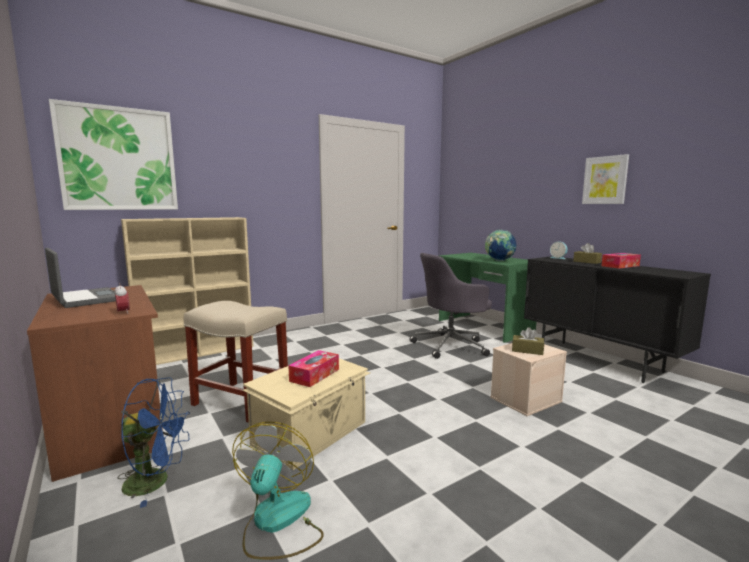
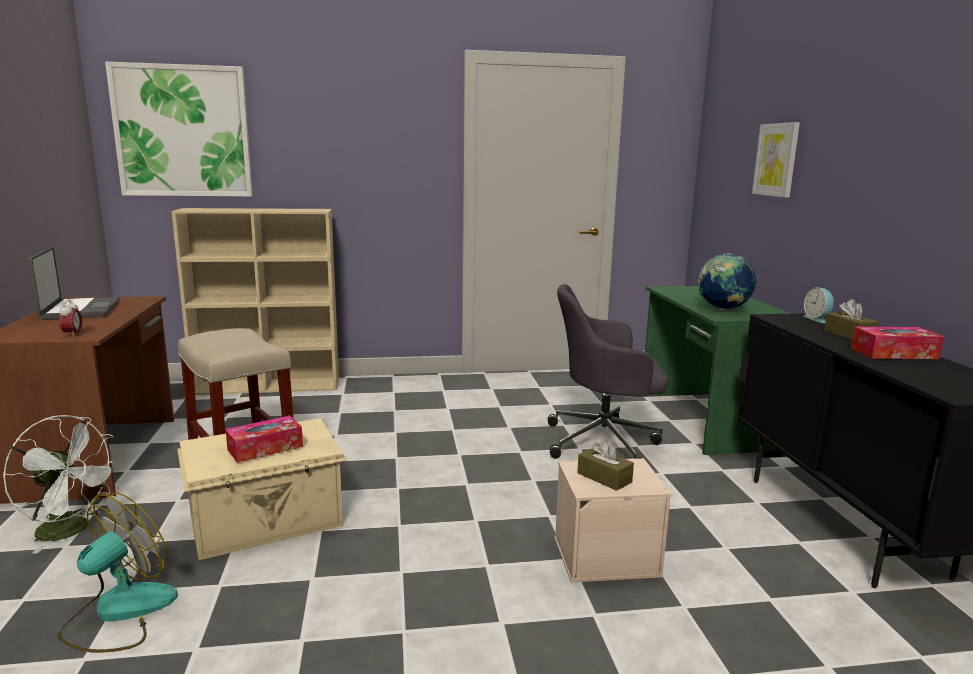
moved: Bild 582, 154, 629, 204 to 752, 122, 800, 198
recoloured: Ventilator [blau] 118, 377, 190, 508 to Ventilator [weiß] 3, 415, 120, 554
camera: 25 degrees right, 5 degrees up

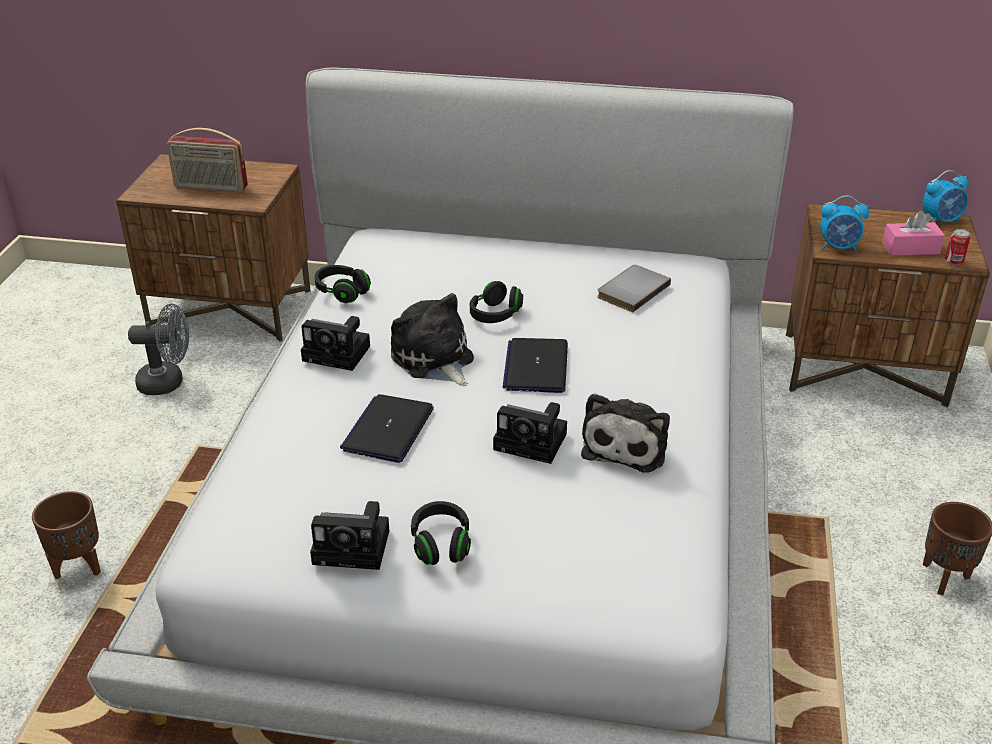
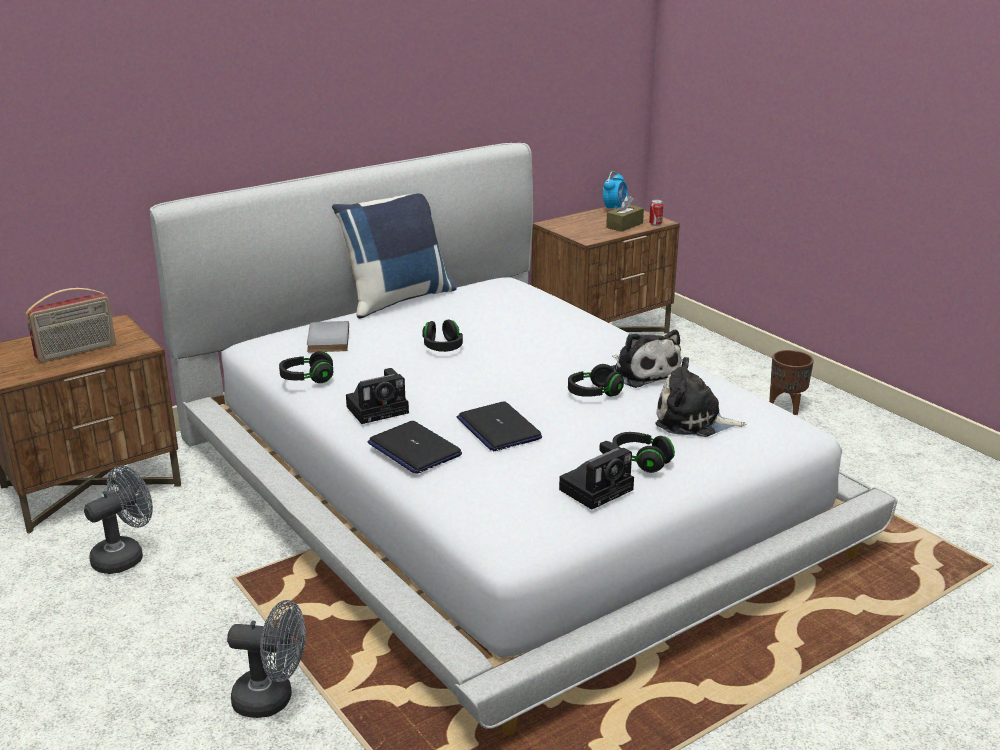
removed: Wecker 820, 195, 869, 252
added: Kissen [blau] 332, 194, 457, 319
moved: Buch [grau] 597, 265, 671, 312 to 307, 321, 349, 352; Plüschtier 391, 293, 474, 386 to 655, 357, 746, 437; Laptop 503, 338, 568, 393 to 368, 421, 462, 474
replaced: Kamera 493, 402, 567, 464 to Kopfhörer [schwarz] 568, 364, 624, 397; Pflanzkübel [braun] 32, 491, 101, 579 to Ventilator [grau] 227, 600, 306, 718
recoloured: Taschentuchbox [rosa] 882, 211, 945, 256 to Taschentuchbox [braun] 606, 195, 644, 232
camera: 45 degrees left, 10 degrees down

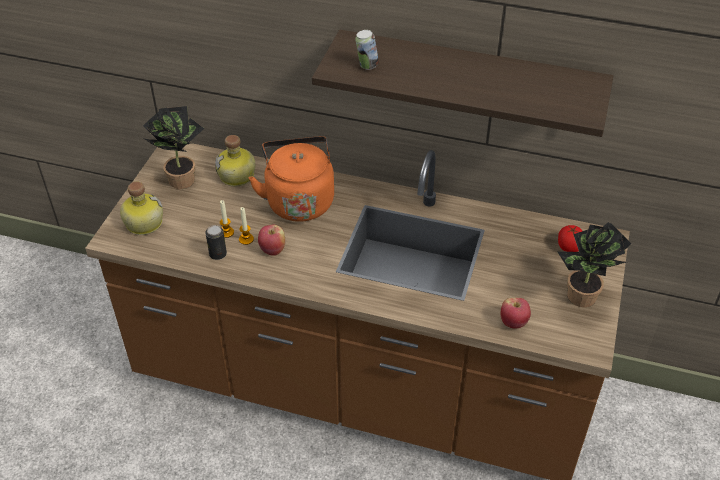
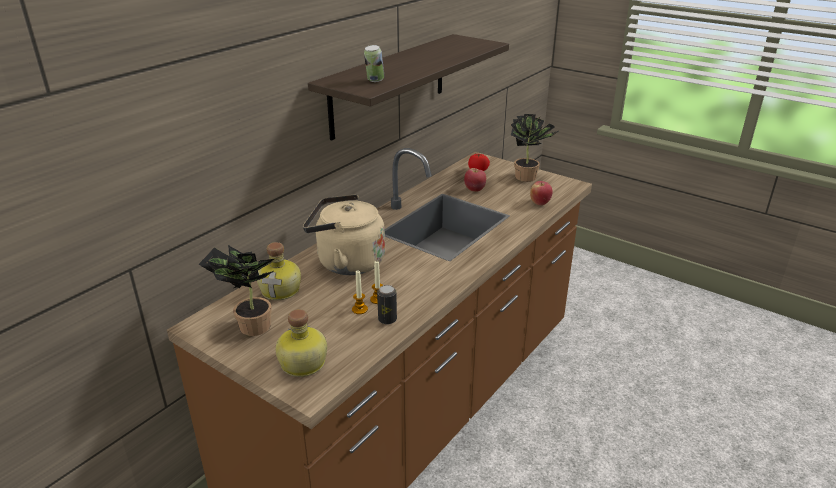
moved: Apfel 258, 224, 285, 256 to 464, 168, 486, 192
recoloured: Wasserkessel [orange] 248, 136, 334, 222 to Wasserkessel [beige] 303, 194, 385, 275
camera: 70 degrees left, 15 degrees down

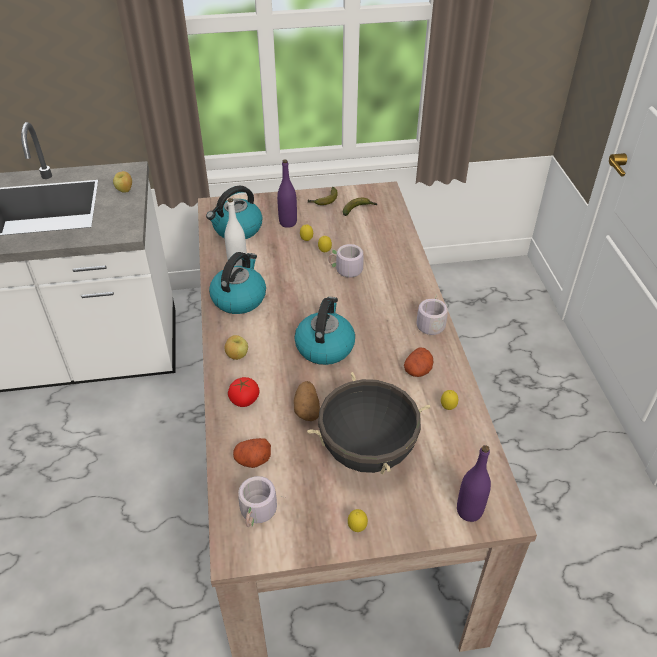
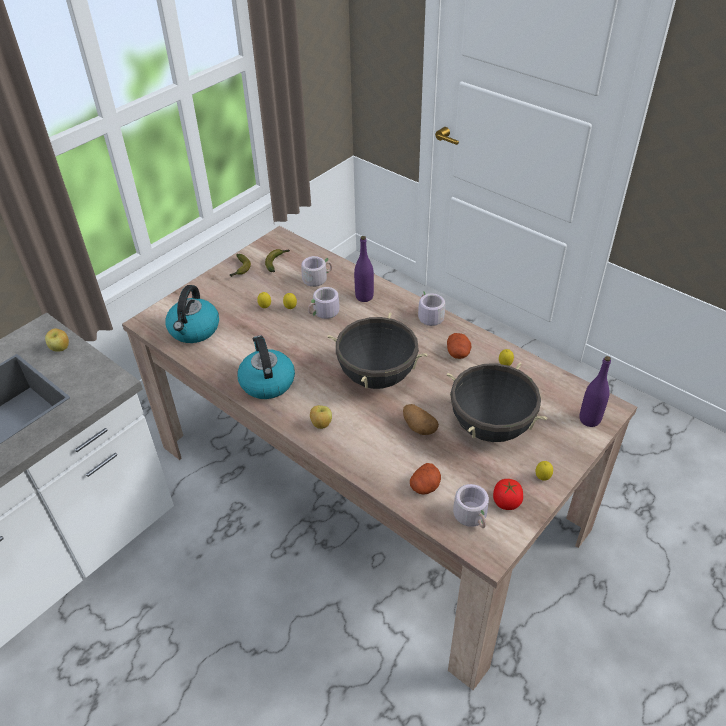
removed: Flasche [weiß] 225, 198, 247, 266
added: Henkelbecher [grau] 298, 256, 332, 287
moved: Flasche [lila] 277, 159, 297, 228 to 354, 236, 374, 302; Tomate 228, 377, 259, 407 to 493, 479, 523, 510
replaced: Wasserkessel 294, 297, 355, 365 to Kochtopf [schwarz] 327, 312, 428, 389
camera: 40 degrees left, 0 degrees up

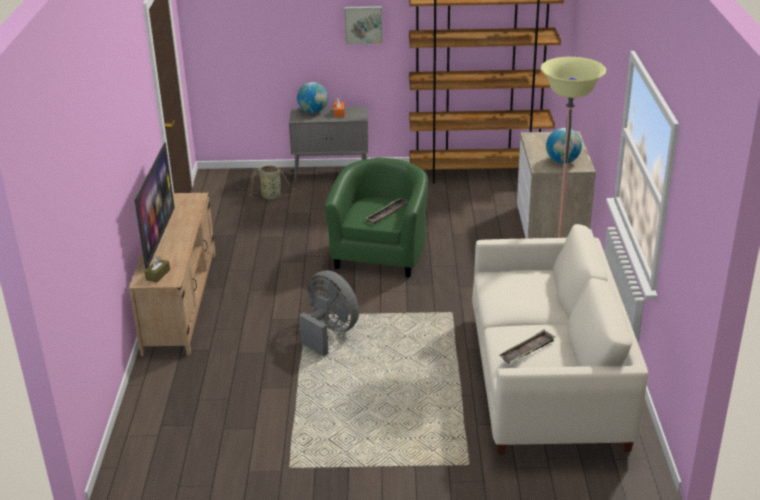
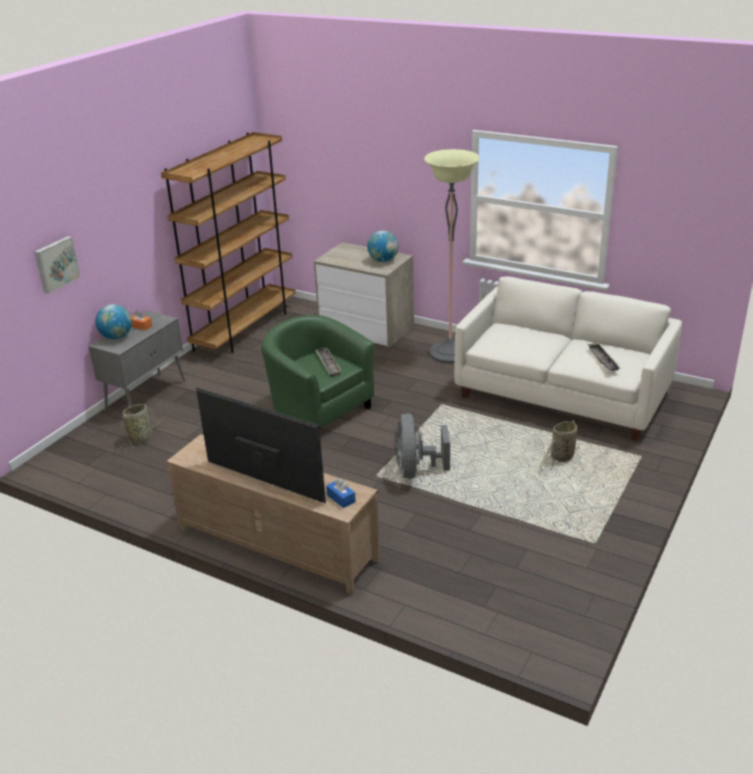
added: Korb 539, 420, 579, 472
moved: Bild 344, 6, 383, 45 to 35, 236, 81, 294
recoloured: Taschentuchbox [braun] 144, 256, 170, 283 to Taschentuchbox [blau] 326, 478, 356, 508
turned: Ventilator [grau] 299, 270, 359, 356 = 394, 413, 450, 479 75 degrees counterclockwise
camera: 60 degrees left, 0 degrees up

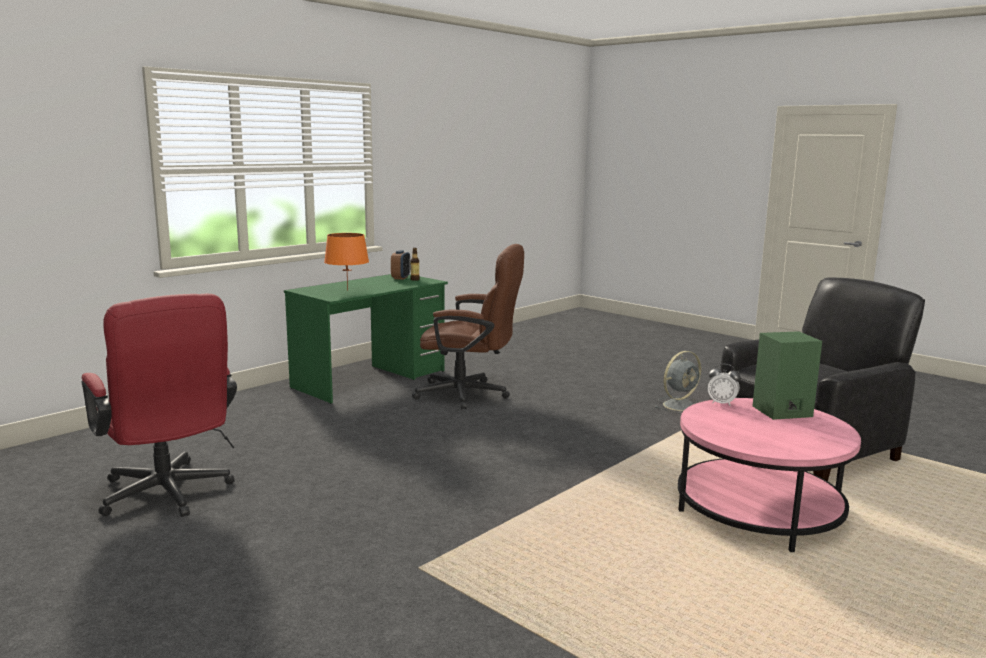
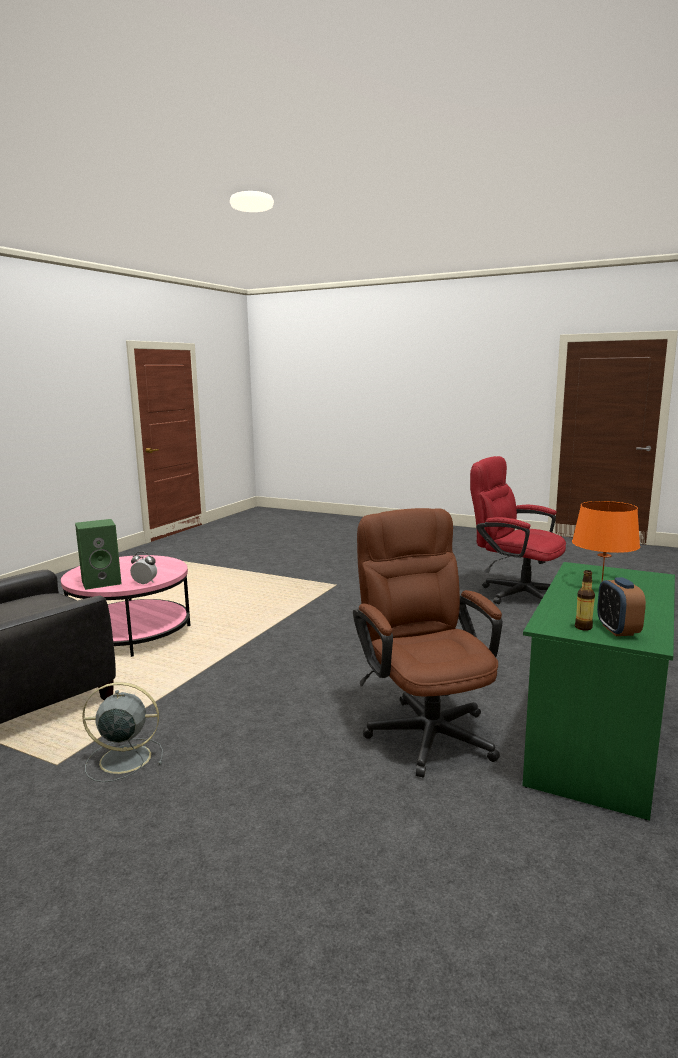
turned: Bürostuhl [braun] 412, 244, 524, 409 = 353, 508, 502, 778 75 degrees clockwise; Ventilator [grau] 654, 351, 701, 414 = 82, 682, 163, 782 45 degrees clockwise
camera: 165 degrees right, 0 degrees up

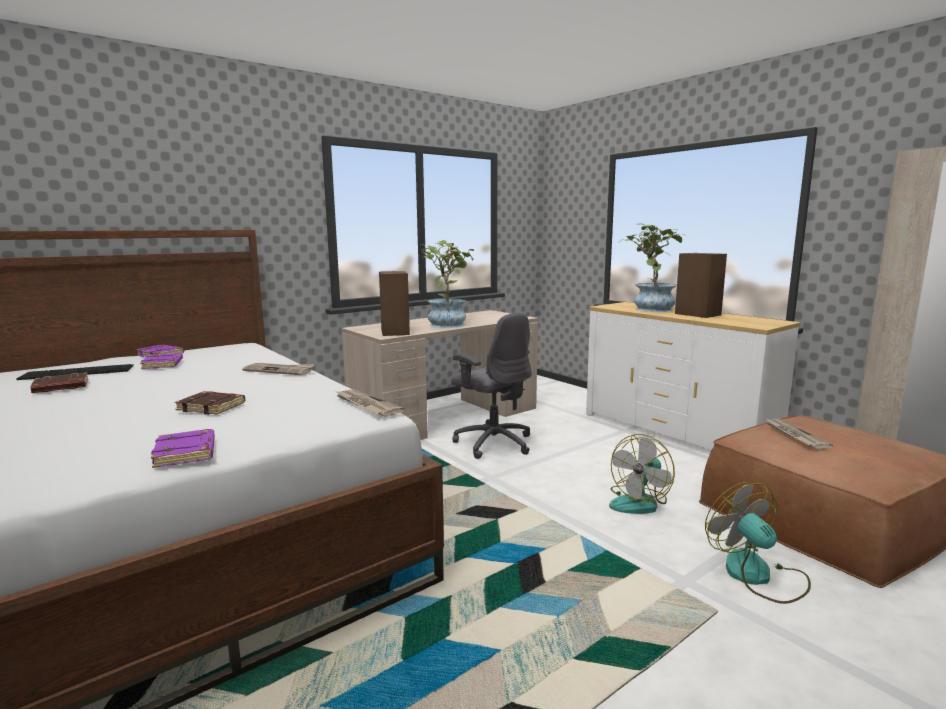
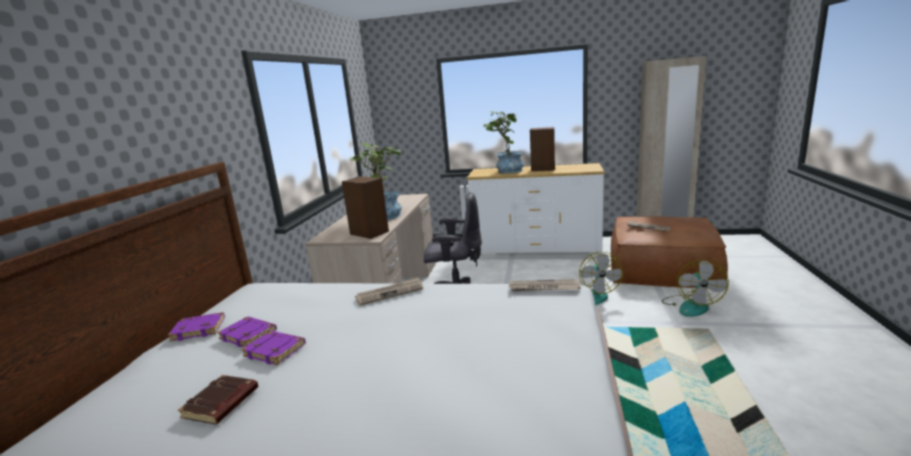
removed: Tastatur 16, 364, 134, 380; Buch [braun] 175, 391, 245, 415
moved: Buch [lila] 151, 429, 215, 468 to 241, 331, 306, 365
turned: Ventilator 705, 482, 811, 604 = 662, 259, 729, 317 105 degrees counterclockwise
camera: 40 degrees left, 5 degrees up

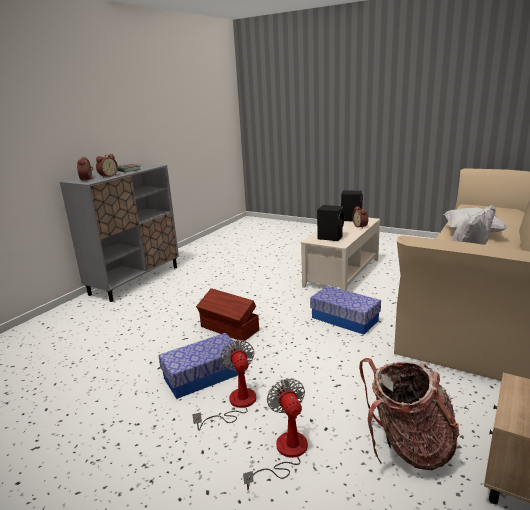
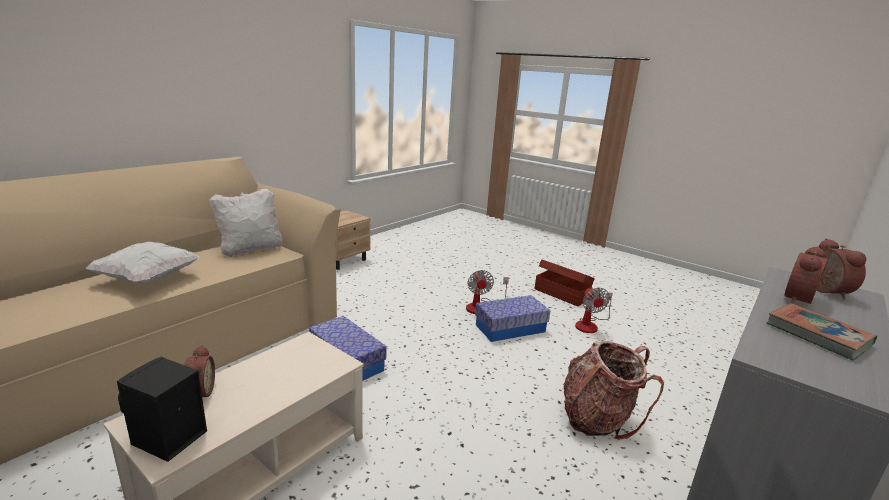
removed: Lautsprecher [schwarz] 317, 205, 344, 241
moved: Aufbewahrungsbox [braun] 196, 288, 259, 341 to 535, 259, 595, 306; Rucksack 359, 358, 460, 470 to 564, 341, 664, 440; Ventilator 243, 378, 308, 490 to 575, 287, 613, 333
camera: 175 degrees left, 0 degrees up

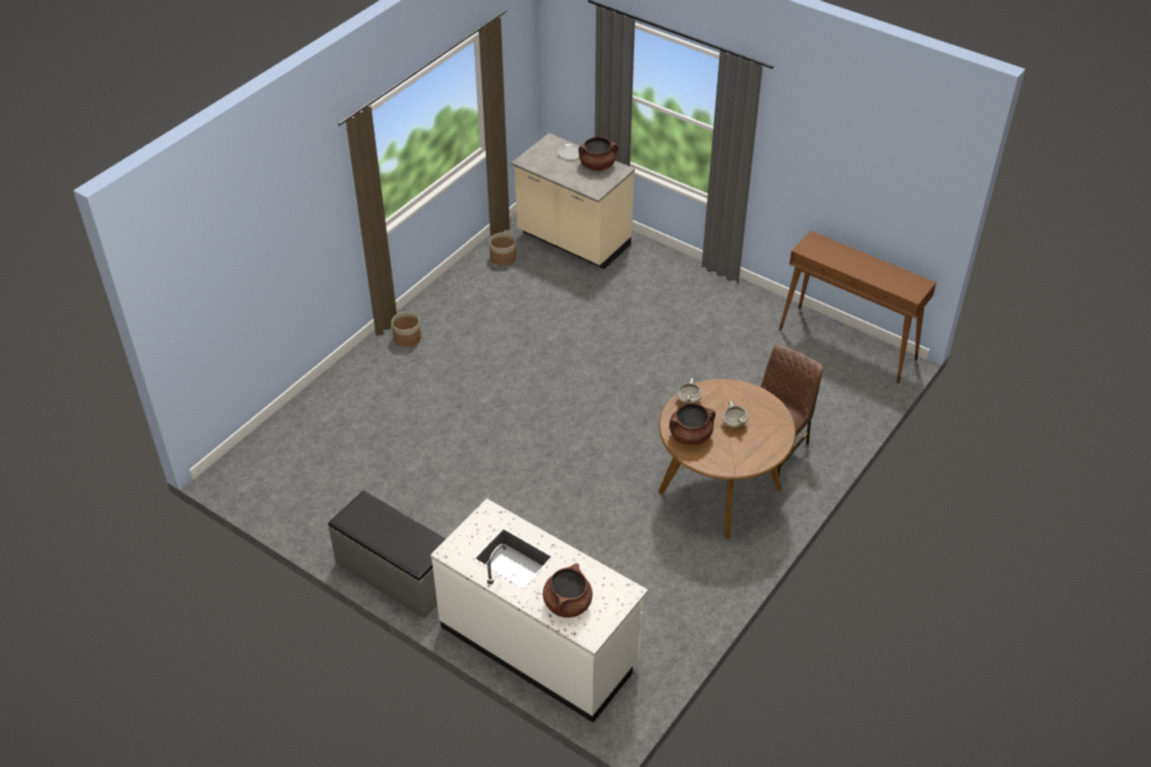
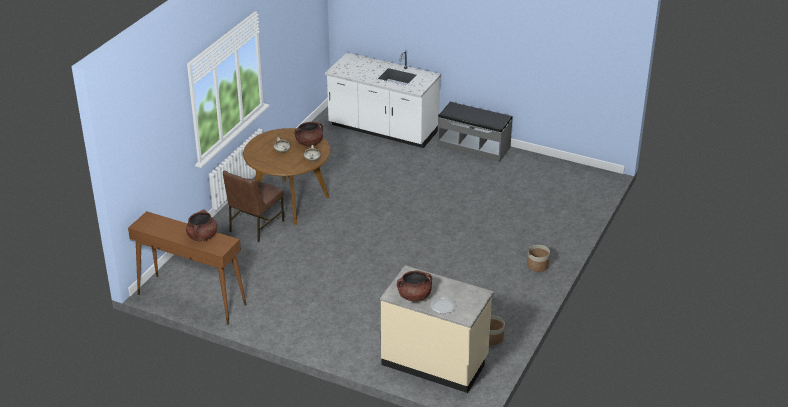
moved: Kochtopf [braun] 543, 563, 593, 618 to 186, 209, 217, 241
camera: 170 degrees right, 10 degrees down

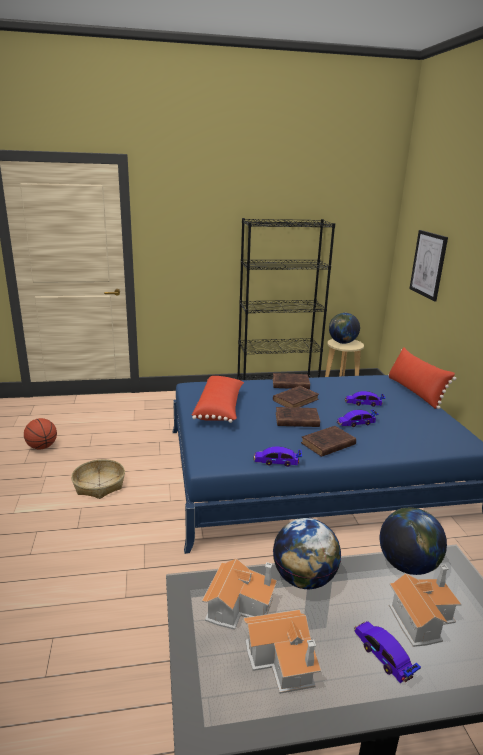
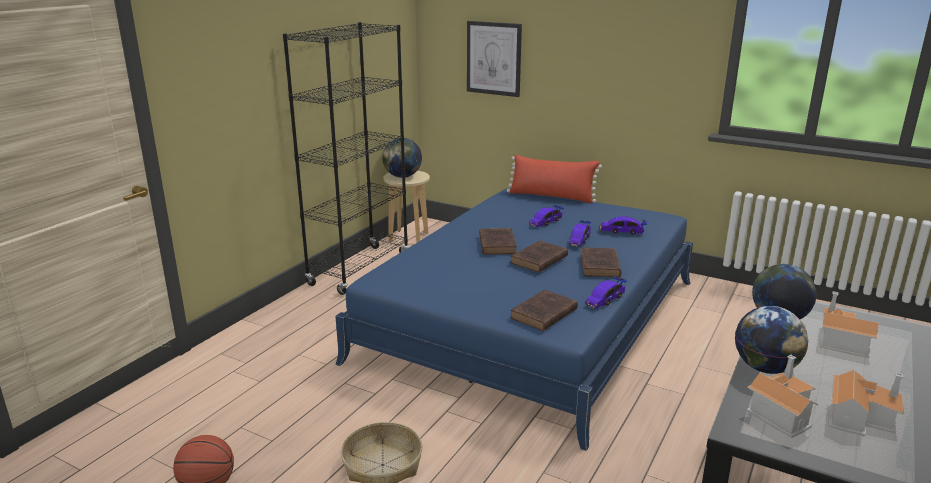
removed: Kissen [rot] 192, 376, 244, 423
moved: Buch [braun] 273, 373, 310, 389 to 510, 290, 578, 331; Spielzeugauto 354, 621, 421, 683 to 599, 216, 647, 235
camera: 50 degrees left, 0 degrees up

